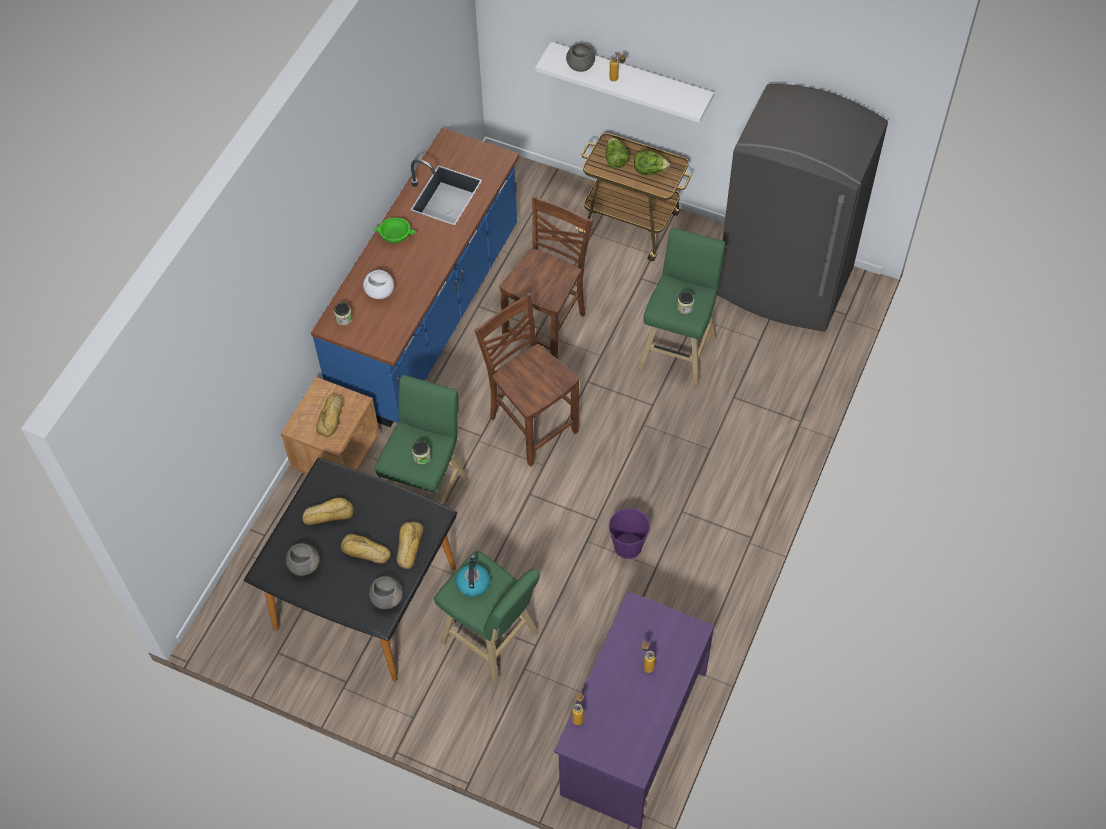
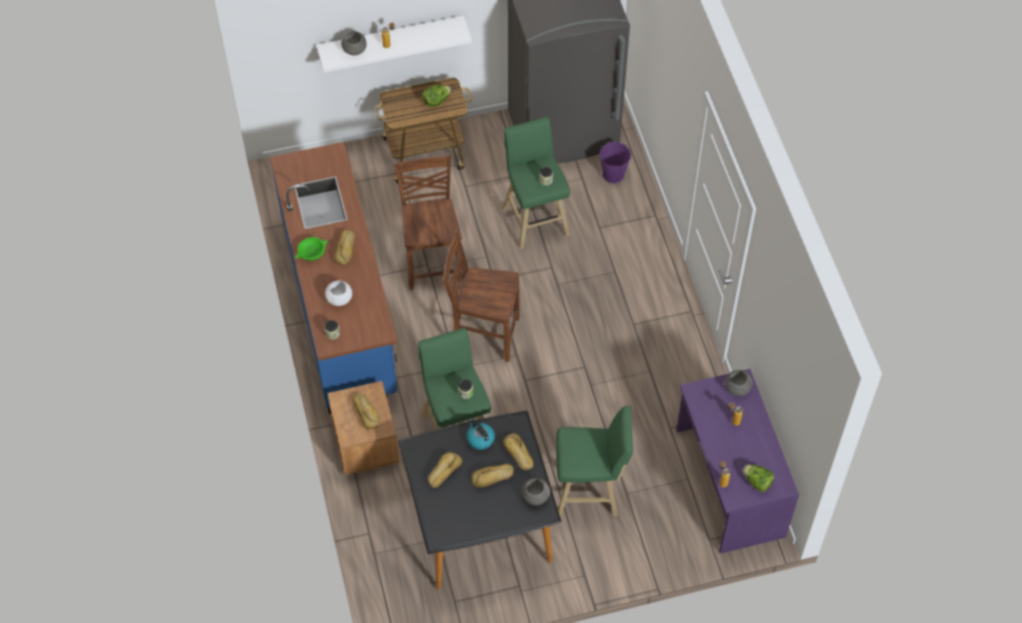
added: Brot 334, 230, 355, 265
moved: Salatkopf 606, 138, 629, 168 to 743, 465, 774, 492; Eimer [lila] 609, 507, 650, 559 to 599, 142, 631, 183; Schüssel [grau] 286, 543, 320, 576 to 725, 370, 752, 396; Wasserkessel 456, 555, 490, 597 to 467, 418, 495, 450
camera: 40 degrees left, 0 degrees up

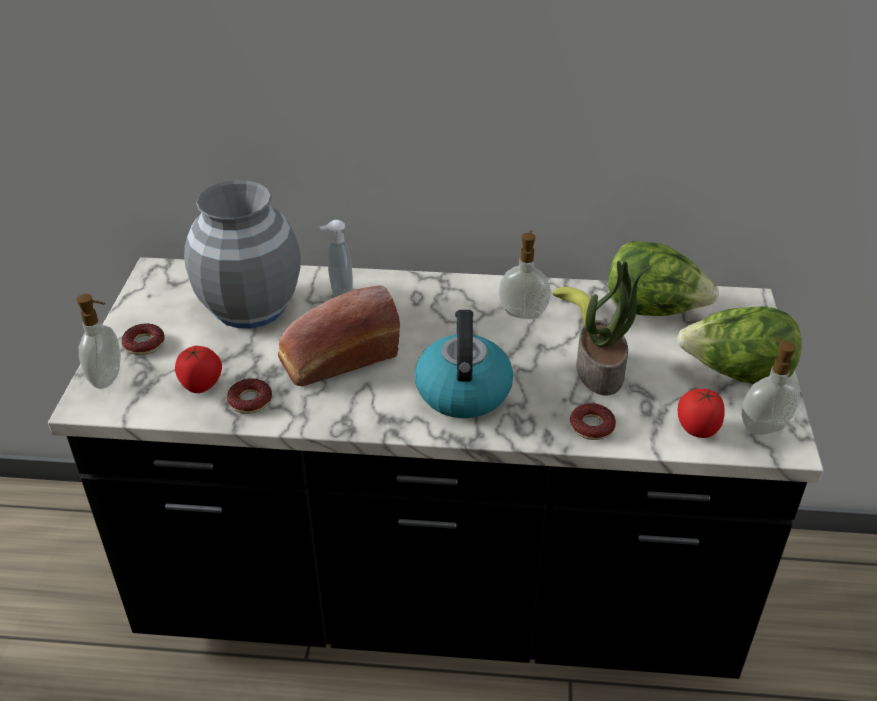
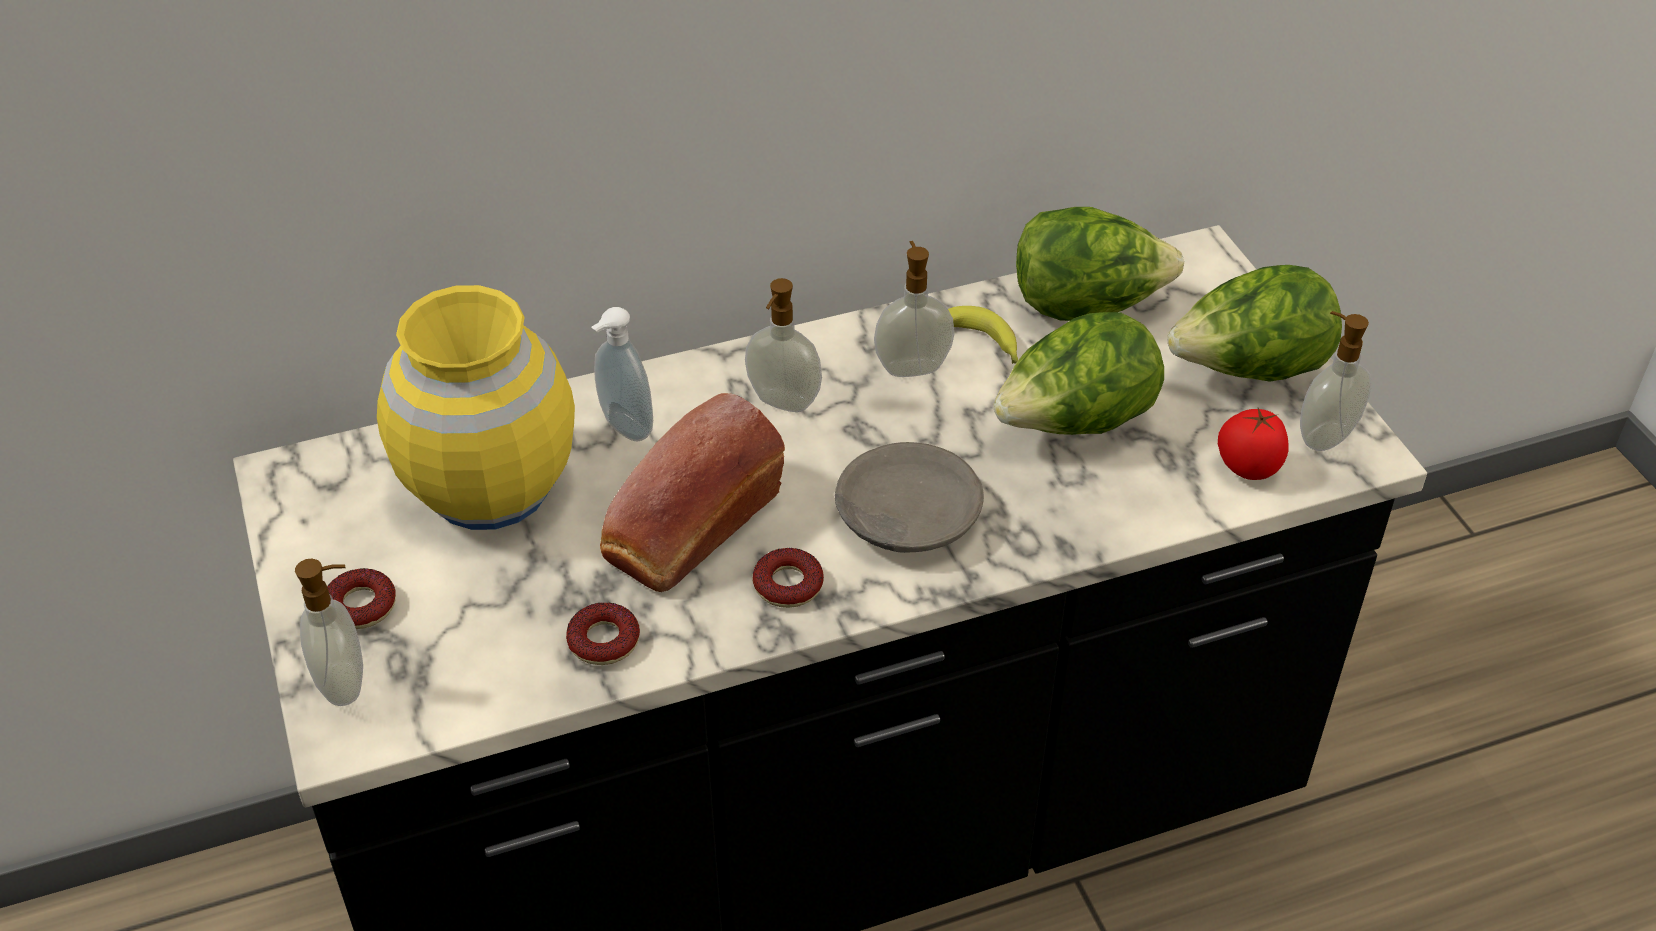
removed: Tomate 175, 346, 222, 393
added: Seifenspender 745, 278, 822, 412
moved: Donut 570, 403, 616, 440 to 753, 548, 824, 608
replaced: Topfpflanze 576, 261, 653, 395 to Salatkopf 993, 312, 1164, 435; Wasserkessel 415, 310, 513, 418 to Schüssel [grau] 835, 442, 984, 553
recoloured: Vase [grau] 184, 180, 301, 328 to Vase [gelb] 377, 285, 575, 530
camera: 25 degrees left, 5 degrees up

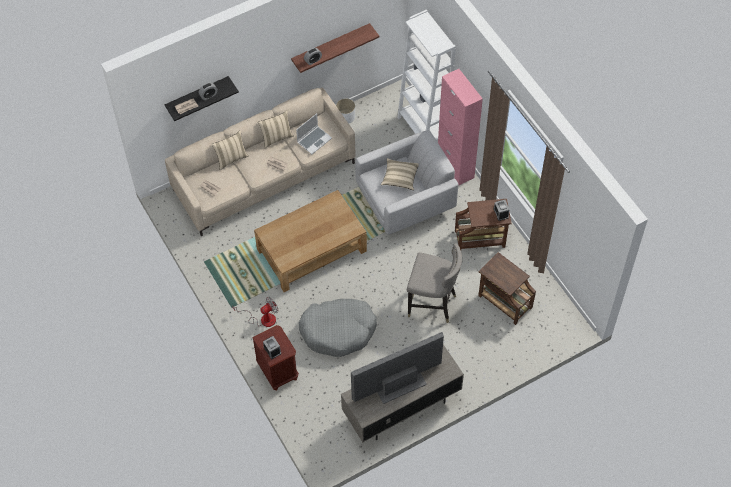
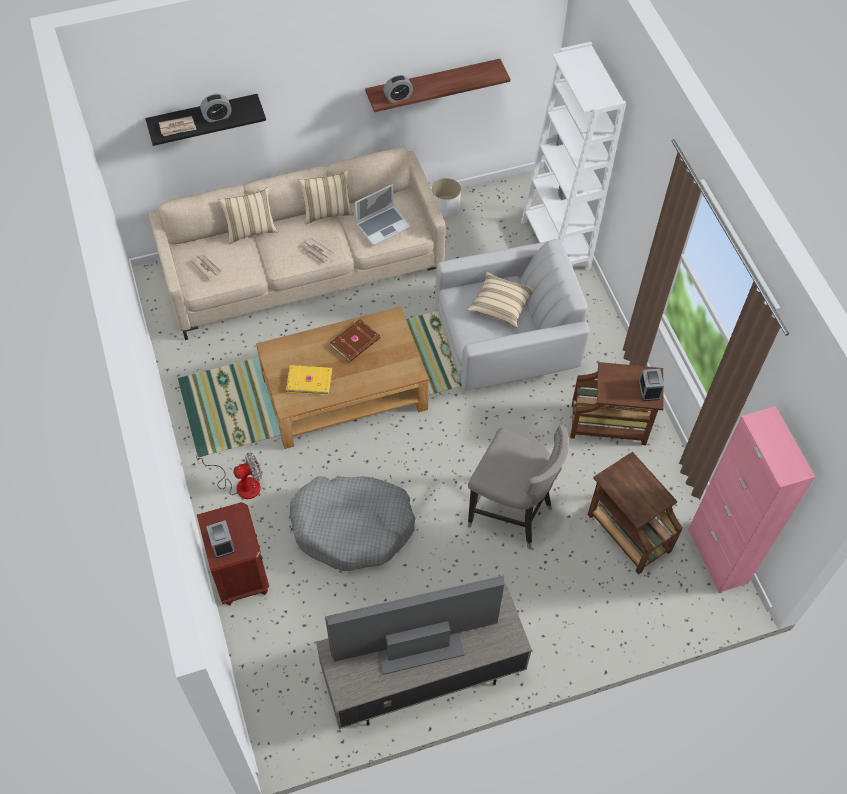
added: Buch [braun] 330, 319, 380, 362; Buch [gelb] 286, 365, 332, 395
moved: Schrank [rosa] 438, 69, 483, 186 to 688, 406, 815, 592
camera: 10 degrees right, 0 degrees up

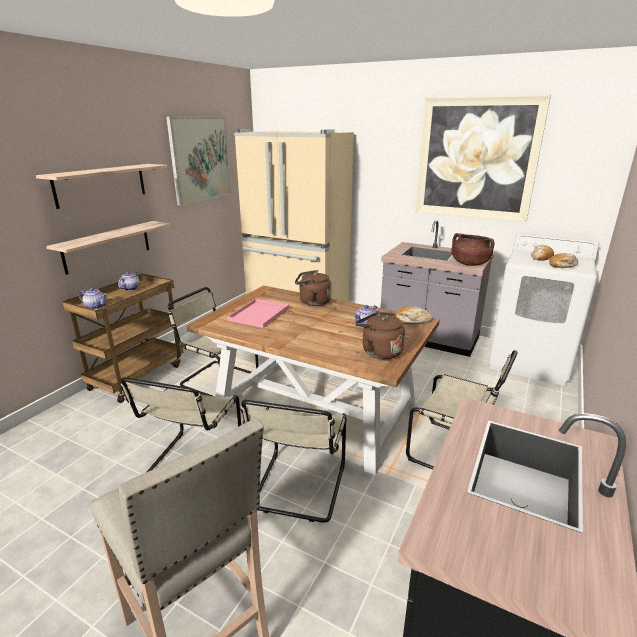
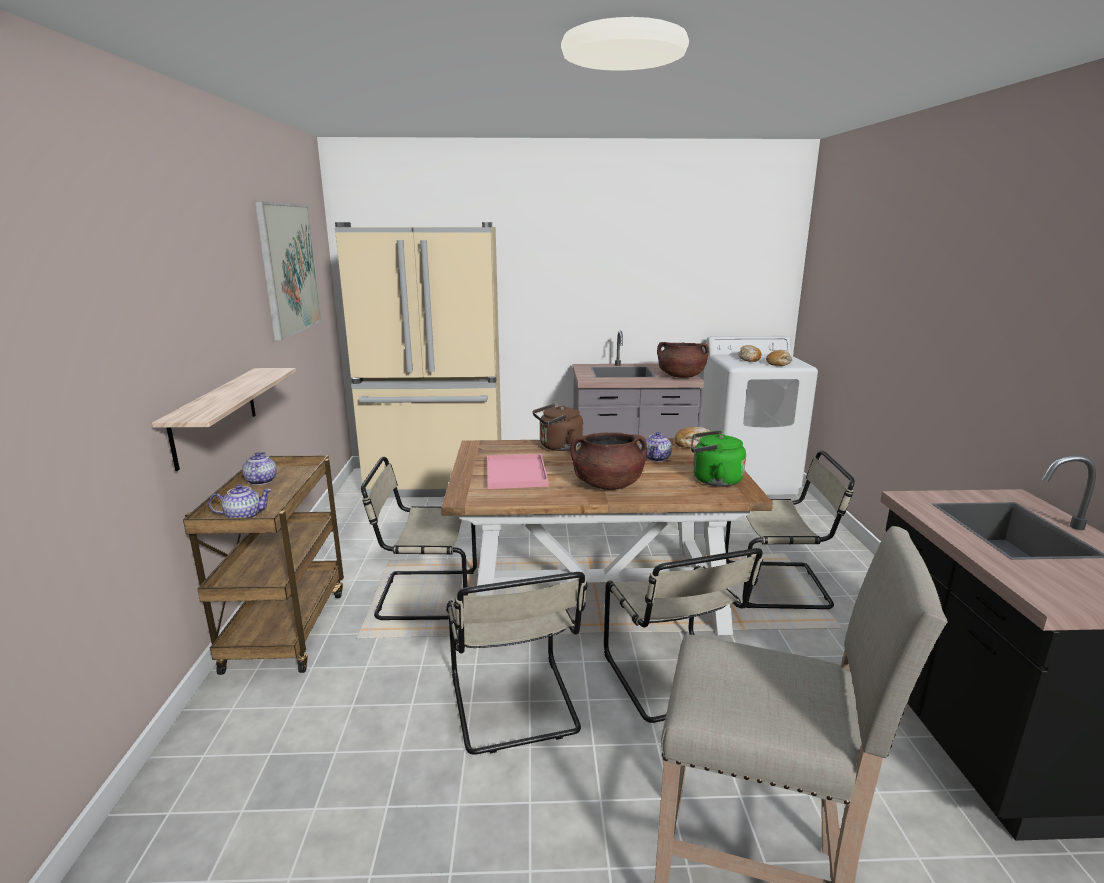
removed: Bild 415, 95, 551, 222; Wandregal 36, 164, 167, 209
added: Kochtopf [braun] 570, 432, 647, 490
recoloured: Wasserkessel [braun] 355, 312, 405, 359 to Wasserkessel [grün] 691, 430, 746, 487
camera: 30 degrees left, 5 degrees down

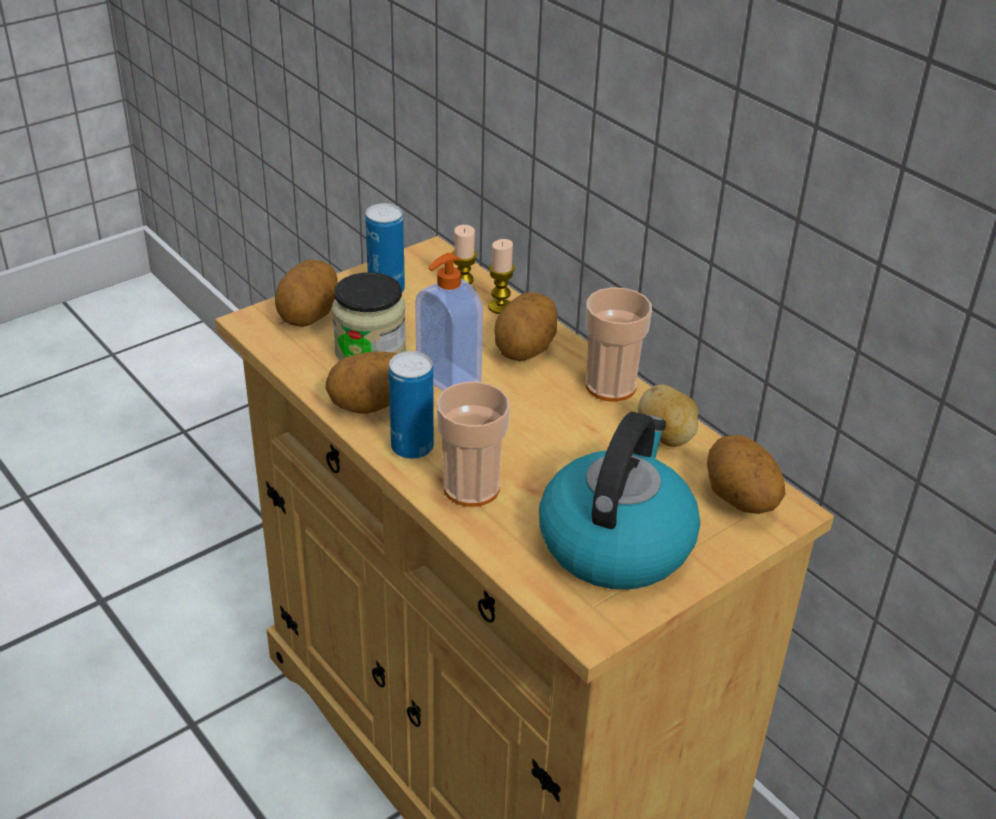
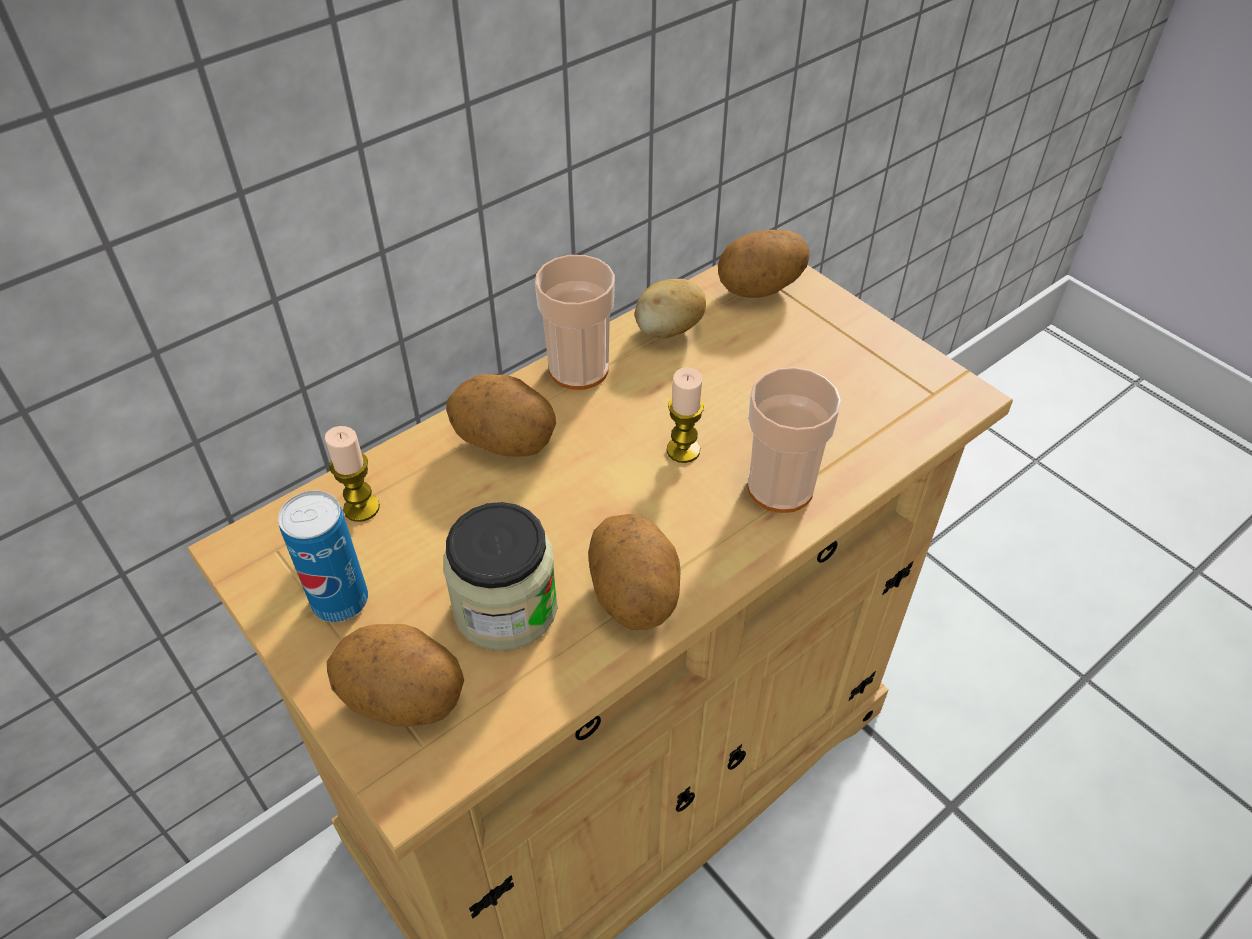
removed: Seifenspender 415, 253, 483, 391; Dose 389, 351, 434, 459; Wasserkessel 539, 412, 700, 589
moved: Kerze 488, 239, 515, 314 to 667, 367, 704, 463
camera: 90 degrees left, 10 degrees up

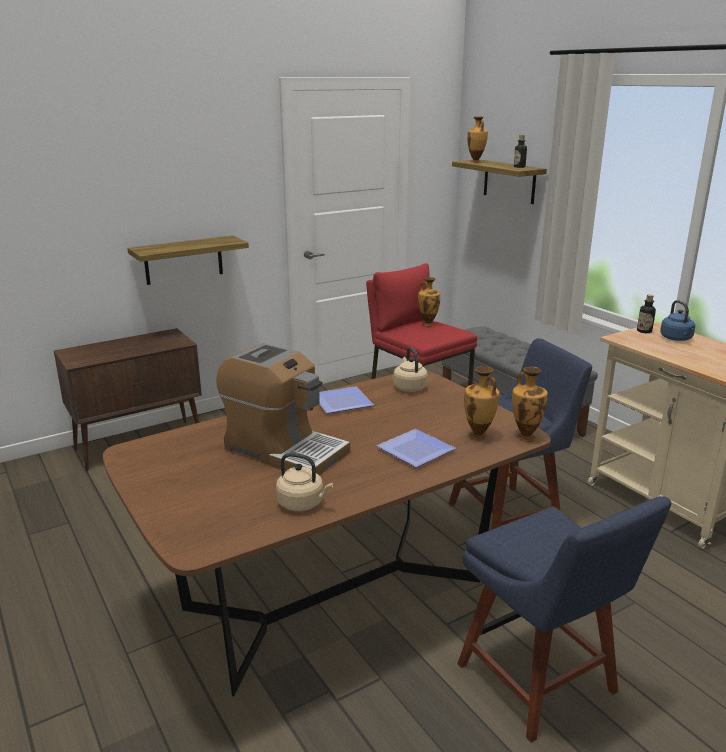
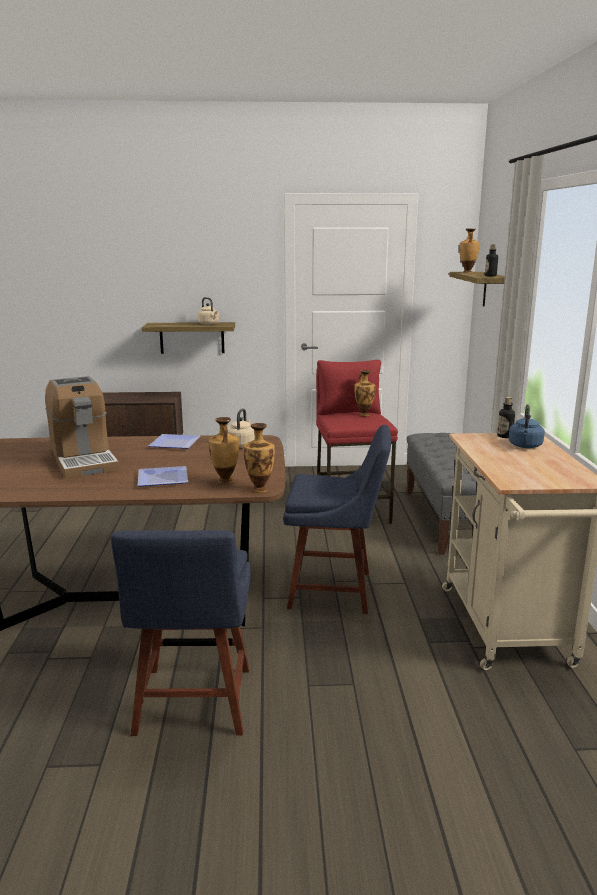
moved: Wasserkessel [beige] 276, 453, 333, 511 to 198, 297, 219, 325
camera: 30 degrees right, 5 degrees down

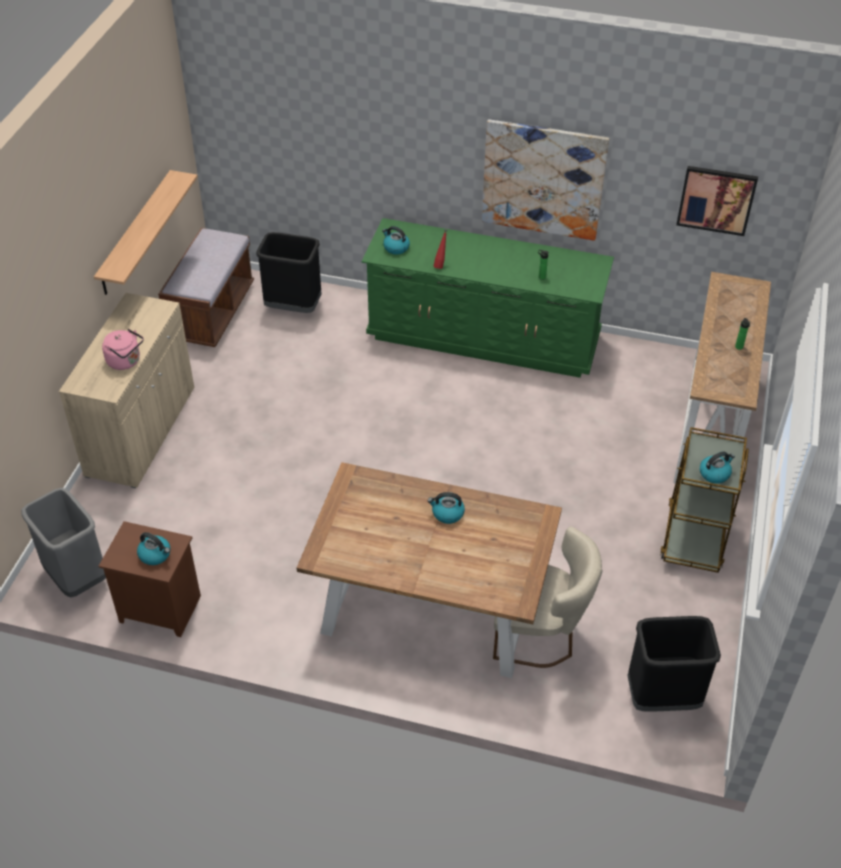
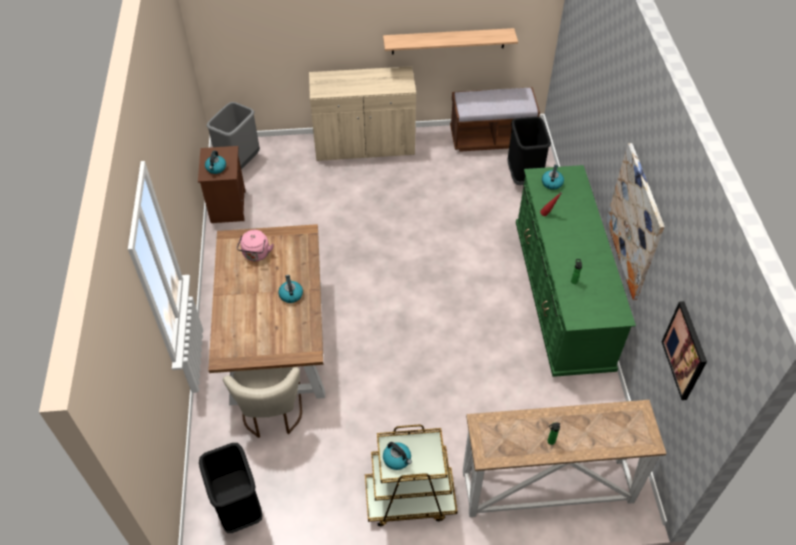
moved: Wasserkessel [rosa] 102, 329, 144, 370 to 237, 230, 274, 261
camera: 70 degrees right, 5 degrees up

